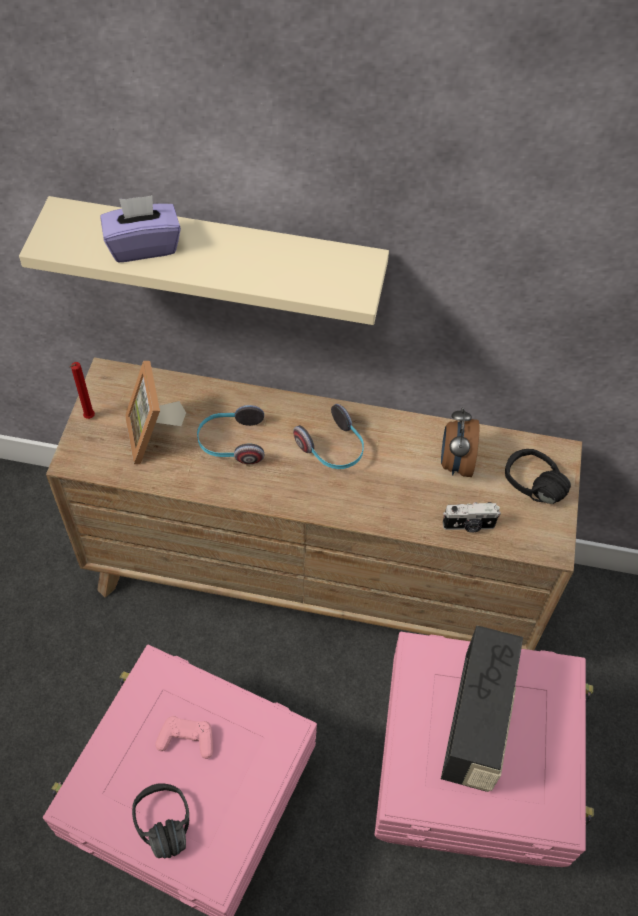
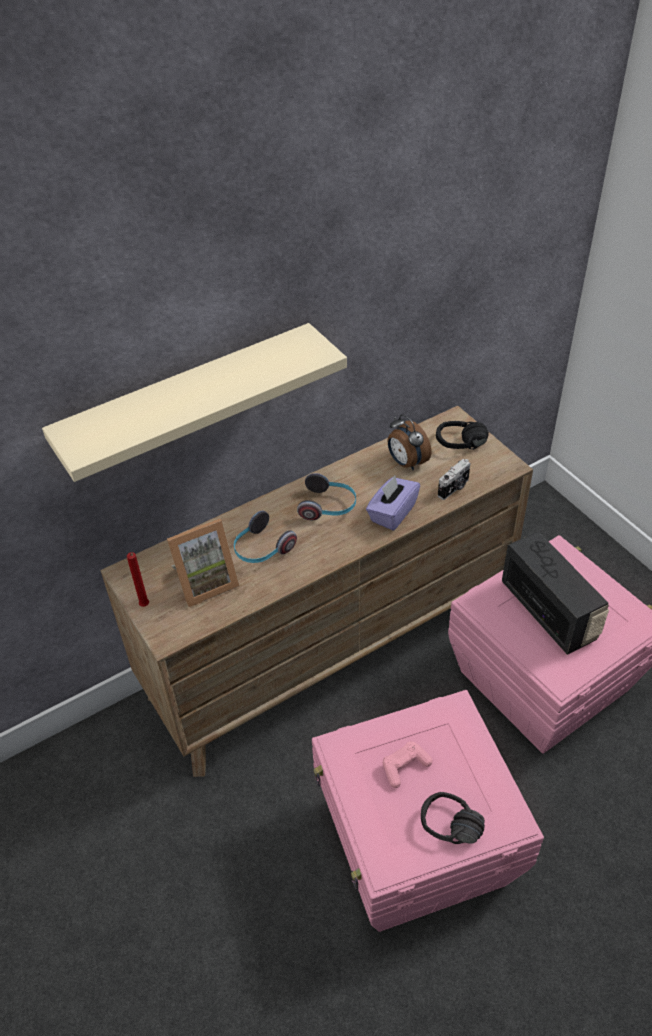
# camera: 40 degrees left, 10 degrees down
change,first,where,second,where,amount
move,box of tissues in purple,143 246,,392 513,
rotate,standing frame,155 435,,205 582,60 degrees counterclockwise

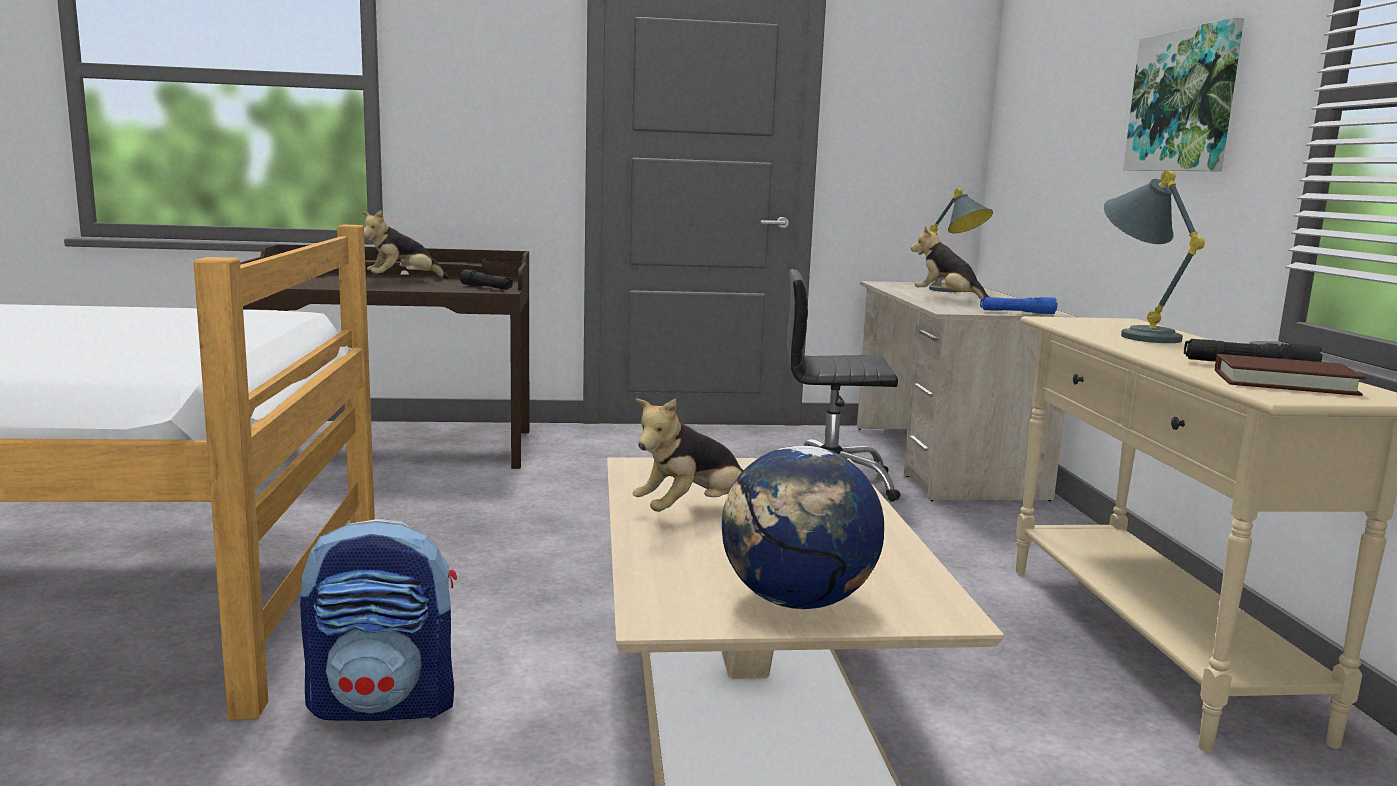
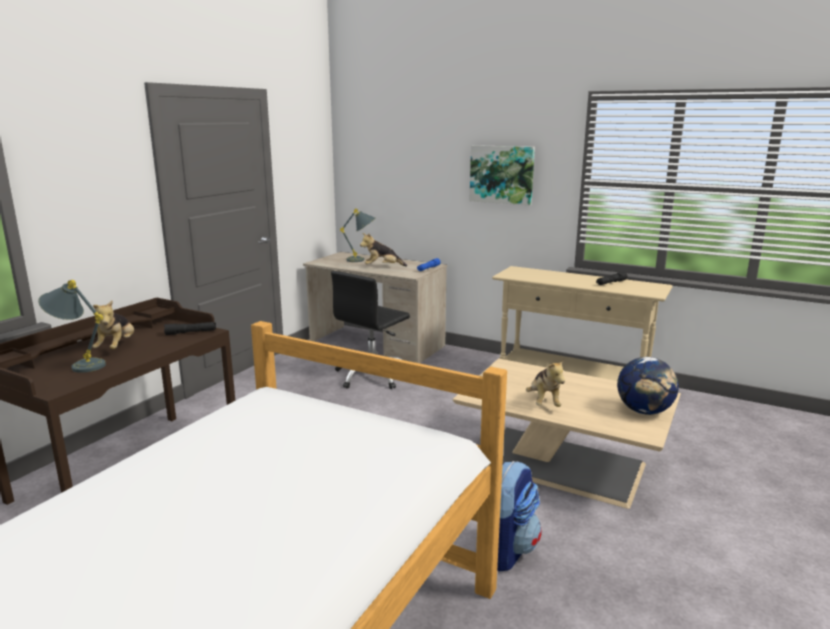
# camera: 55 degrees left, 5 degrees up
change,first,where,second,where,amount
delete,volume in brownish,1284 382,,,
move,tabletop lamp in gray,1135 335,,79 365,

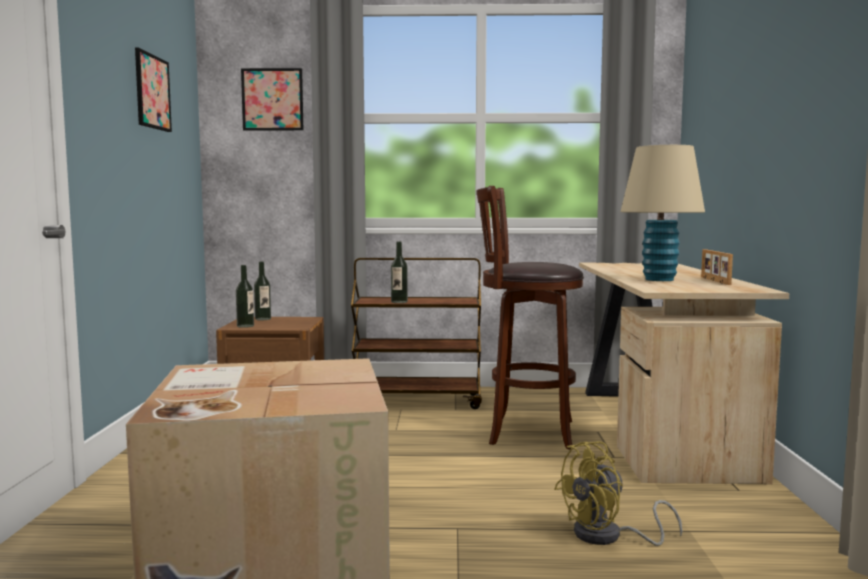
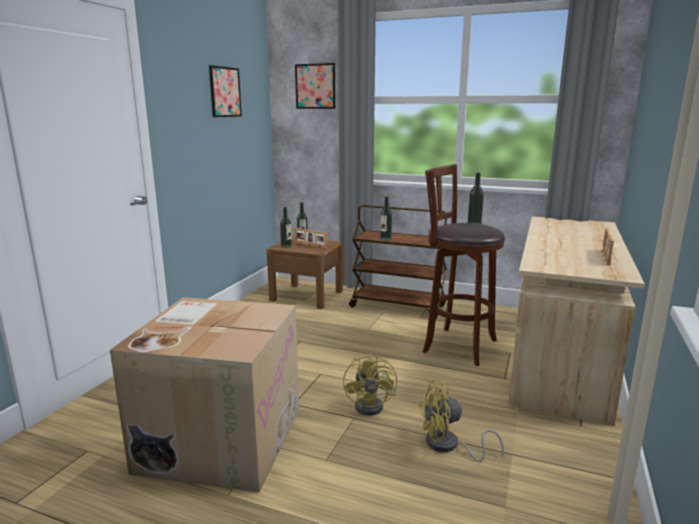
# camera: 20 degrees right, 10 degrees up
change,first,where,second,where,amount
delete,tabletop lamp in beige,659 279,,,
insert,,,standing frame,310 245,
insert,,,fan in yellow-coloured,373 405,
insert,,,drink bottle,474 224,

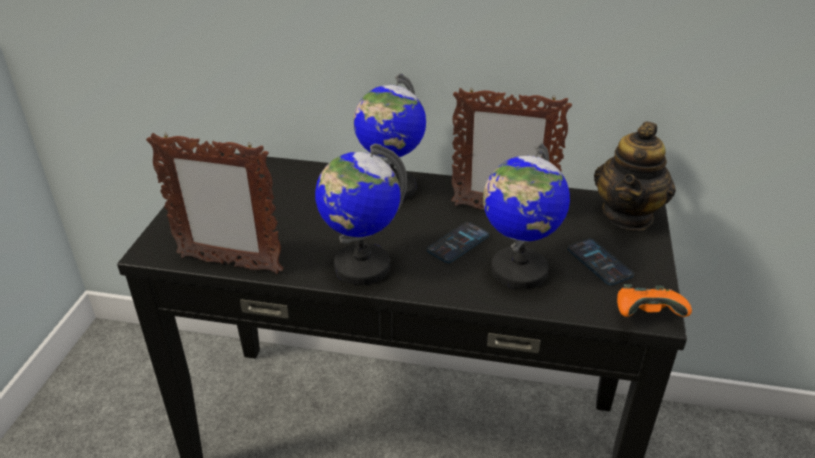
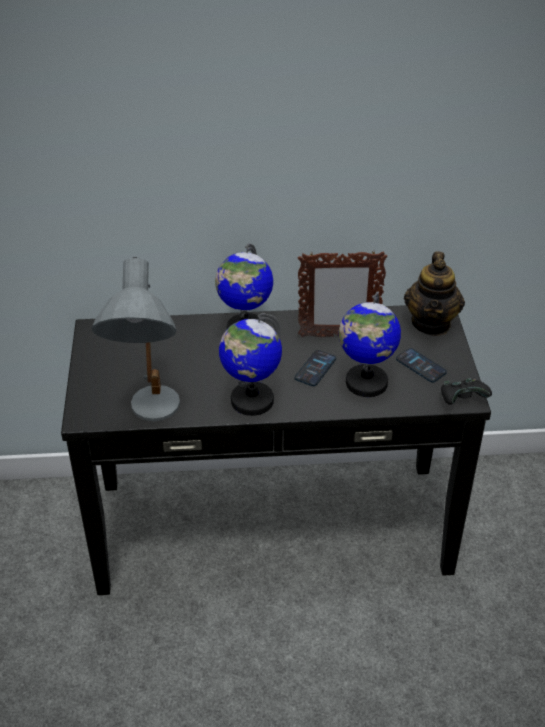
# camera: 15 degrees left, 5 degrees up
change,first,where,second,where,amount
replace,standing frame,229 264,tabletop lamp in gray,150 417,
recolor,gamepad in orangey,646 315,gamepad in black,462 400,

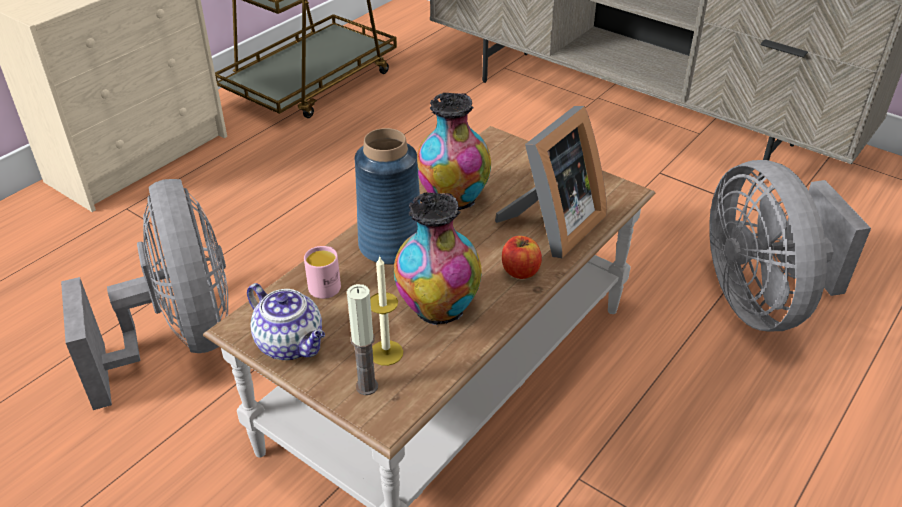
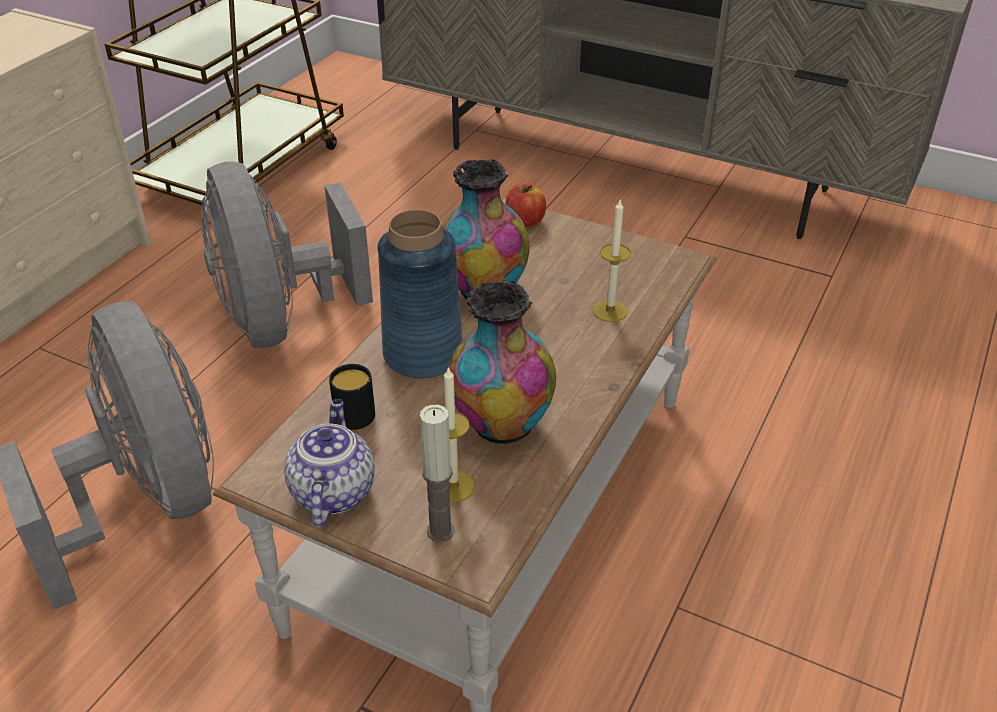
# camera: 10 degrees left, 0 degrees up
change,first,where,second,where,amount
move,apple fruit,520 271,,525 221,
move,fan in gray,760 301,,282 320,
replace,standing frame,552 227,wax candle,610 311,
recolor,tea mug in pink-coloured,327 284,tea mug in black,356 411,
rotate,tea pot,291 344,,332 491,120 degrees counterclockwise

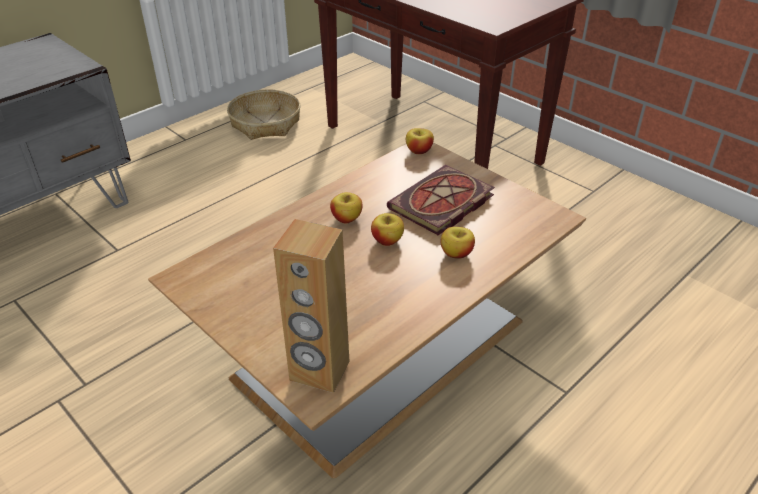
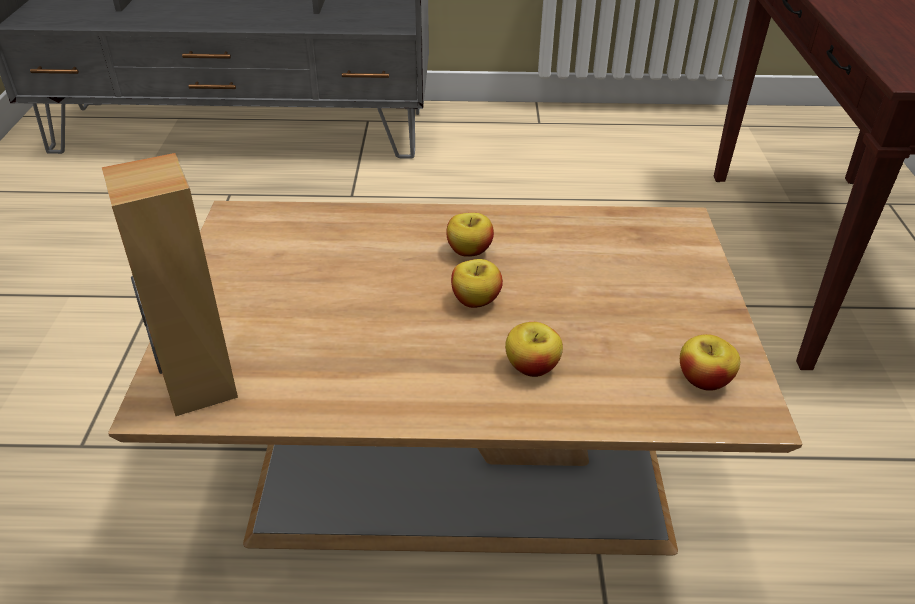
# camera: 45 degrees right, 0 degrees up
change,first,where,second,where,amount
delete,household basket,266 123,,,
delete,volume,441 204,,,
move,apple fruit,419 151,,703 380,

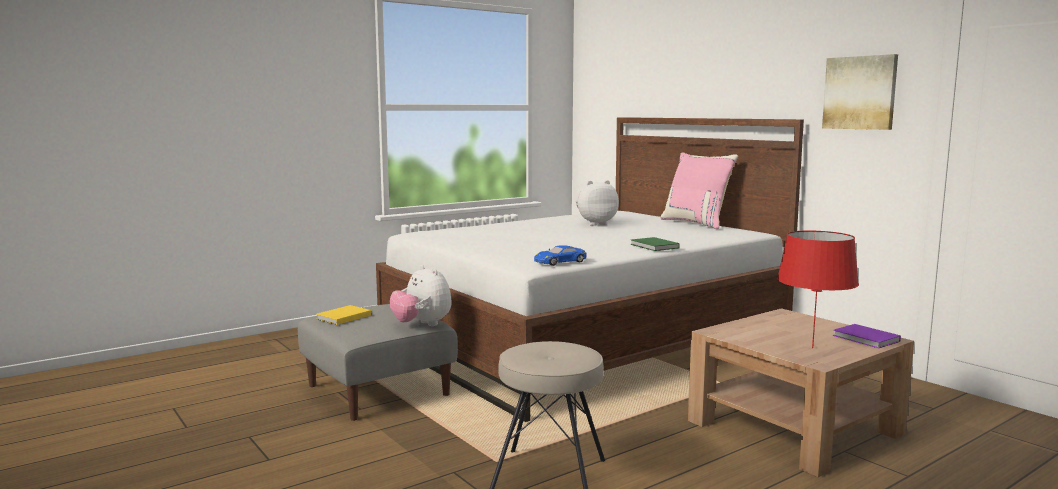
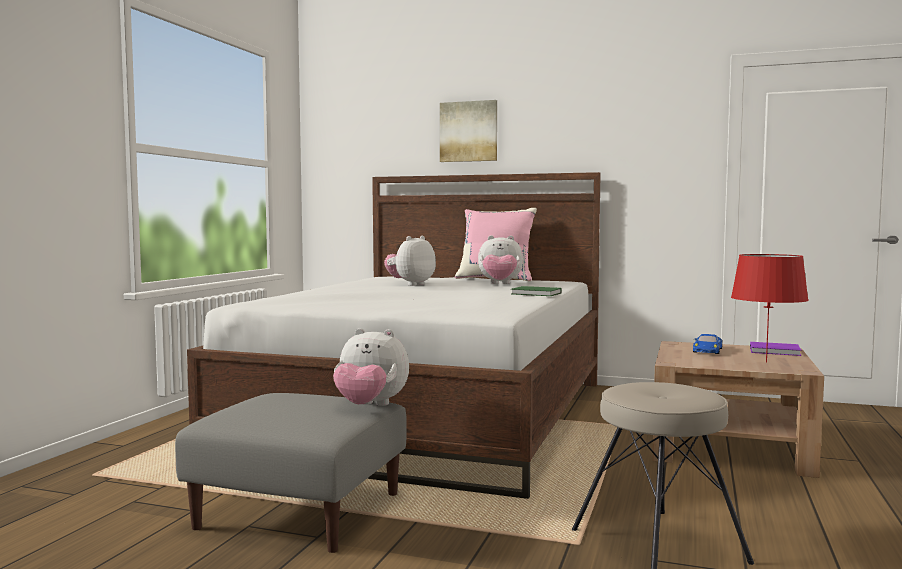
# camera: 35 degrees left, 5 degrees down
change,first,where,second,where,amount
delete,volume in yellow-coloured,342 317,,,
insert,,,soft toy,500 284,
move,model car in blue-coloured,560 262,,707 350,
move,picture,860 93,,468 131,

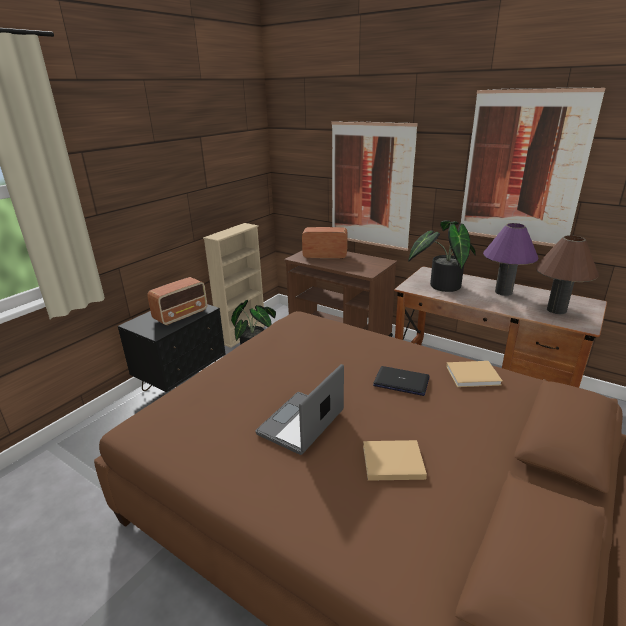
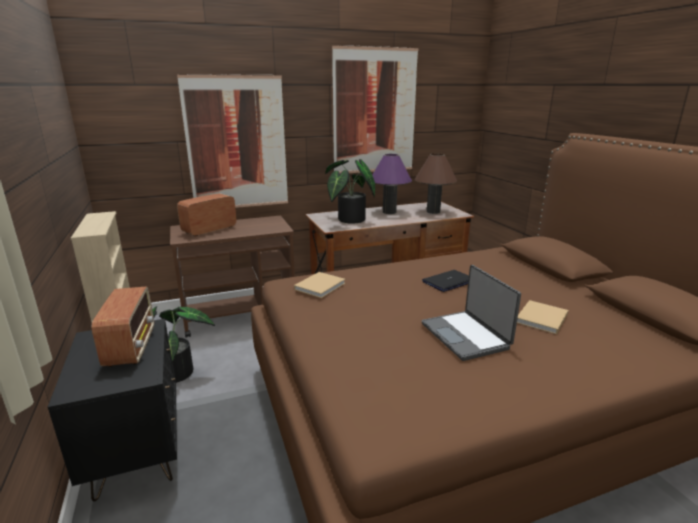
# camera: 55 degrees left, 5 degrees down
change,first,where,second,where,amount
move,volume in beige,474 375,,321 286,

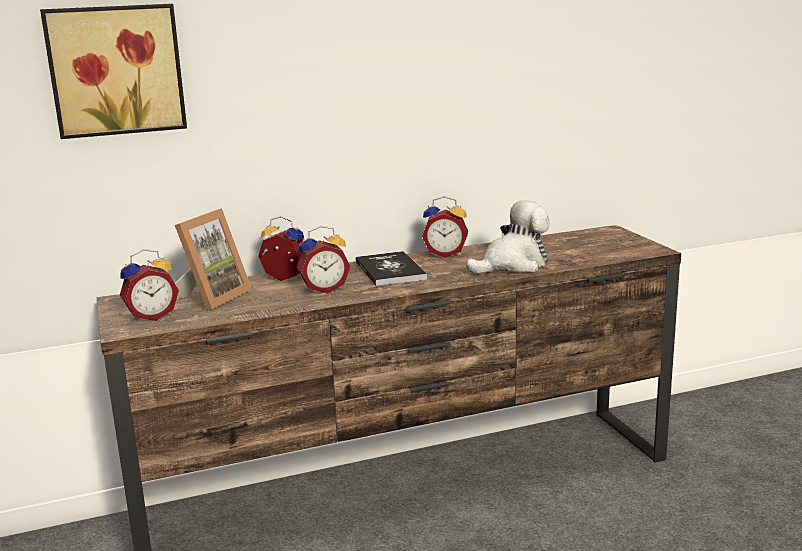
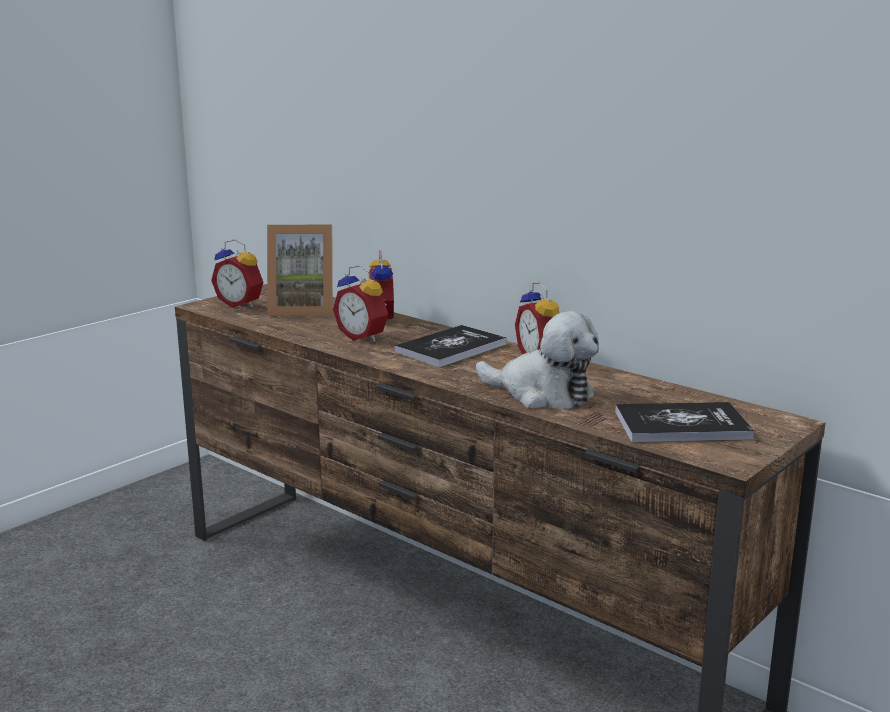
# camera: 60 degrees right, 0 degrees up
change,first,where,second,where,amount
delete,picture,116 70,,,
insert,,,volume,681 425,

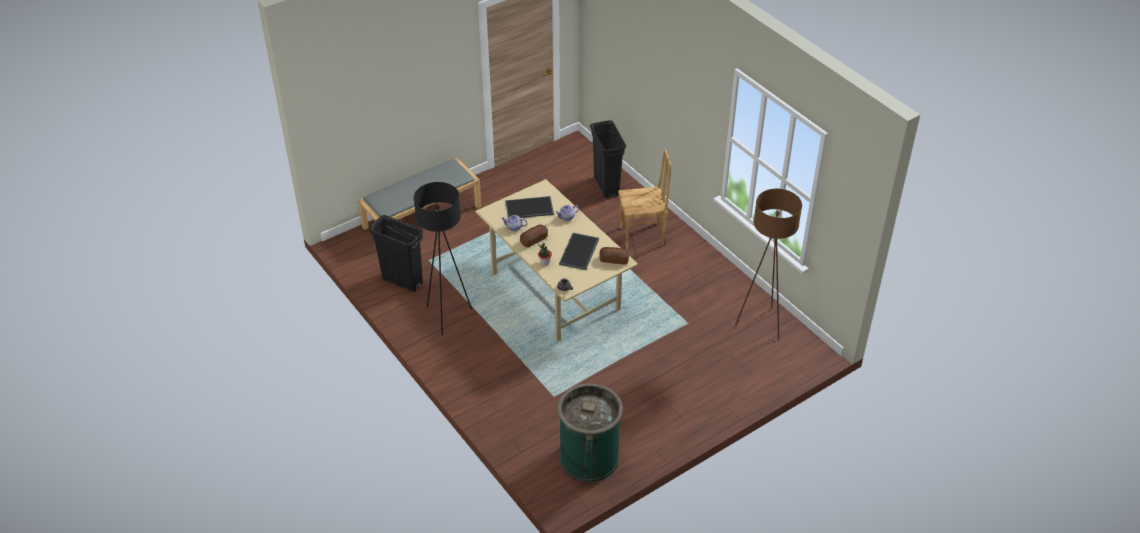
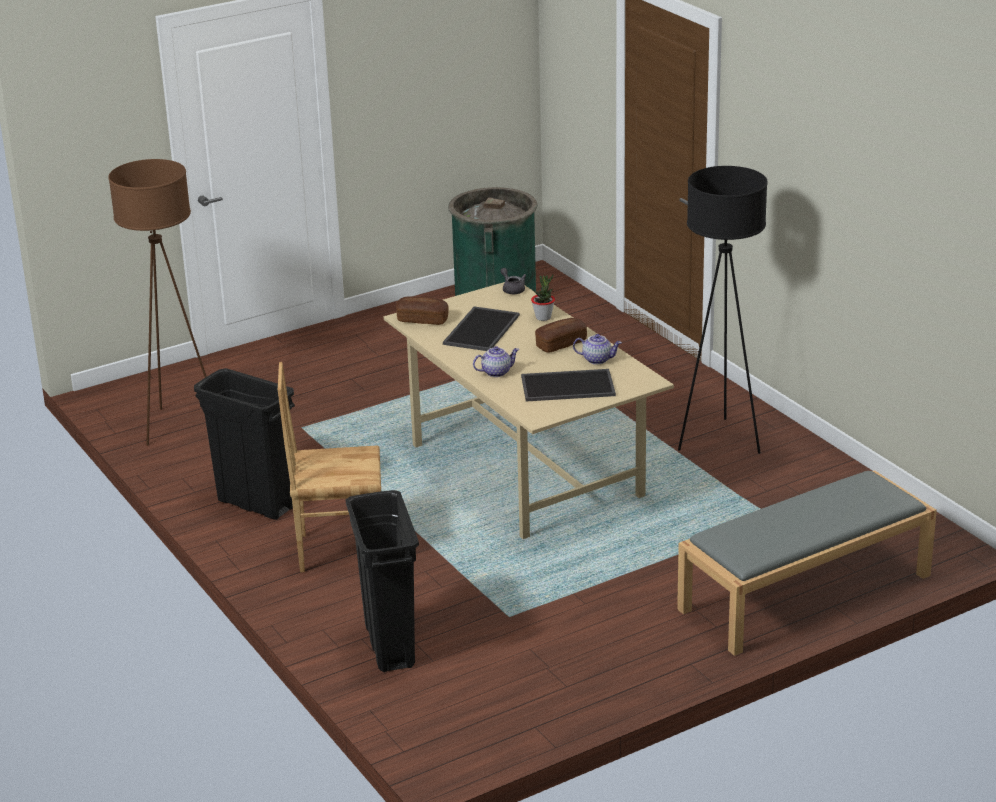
# camera: 175 degrees left, 15 degrees down
change,first,where,second,where,amount
move,rubbish bin in black,402 281,,254 504,

